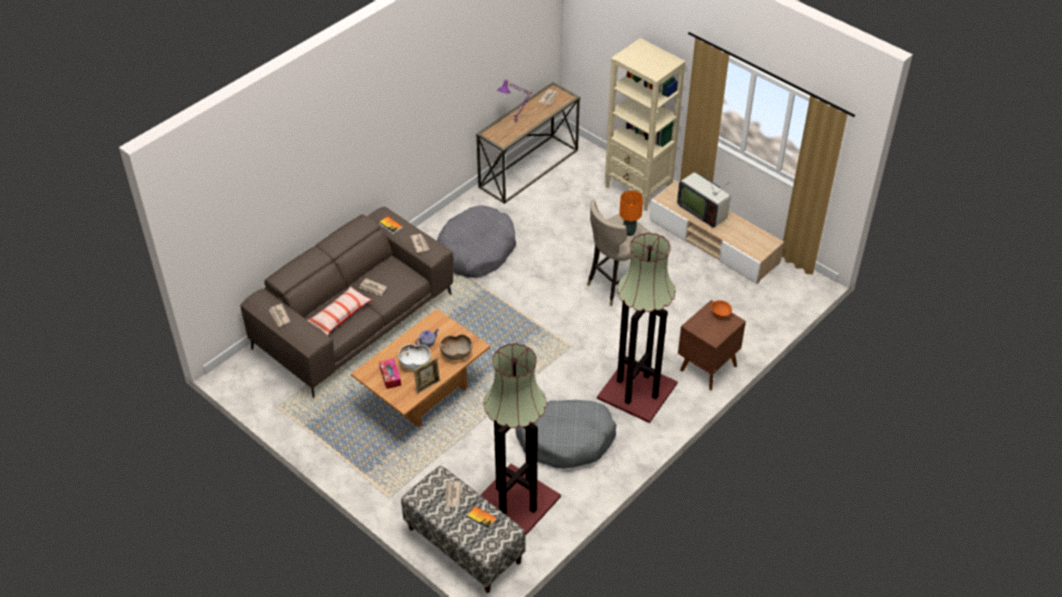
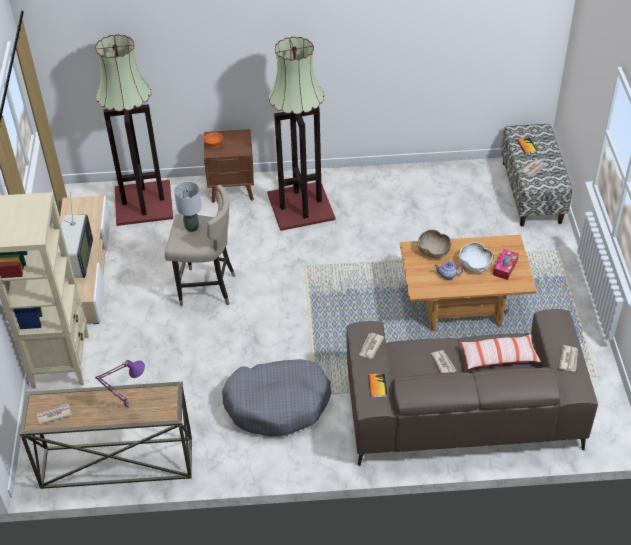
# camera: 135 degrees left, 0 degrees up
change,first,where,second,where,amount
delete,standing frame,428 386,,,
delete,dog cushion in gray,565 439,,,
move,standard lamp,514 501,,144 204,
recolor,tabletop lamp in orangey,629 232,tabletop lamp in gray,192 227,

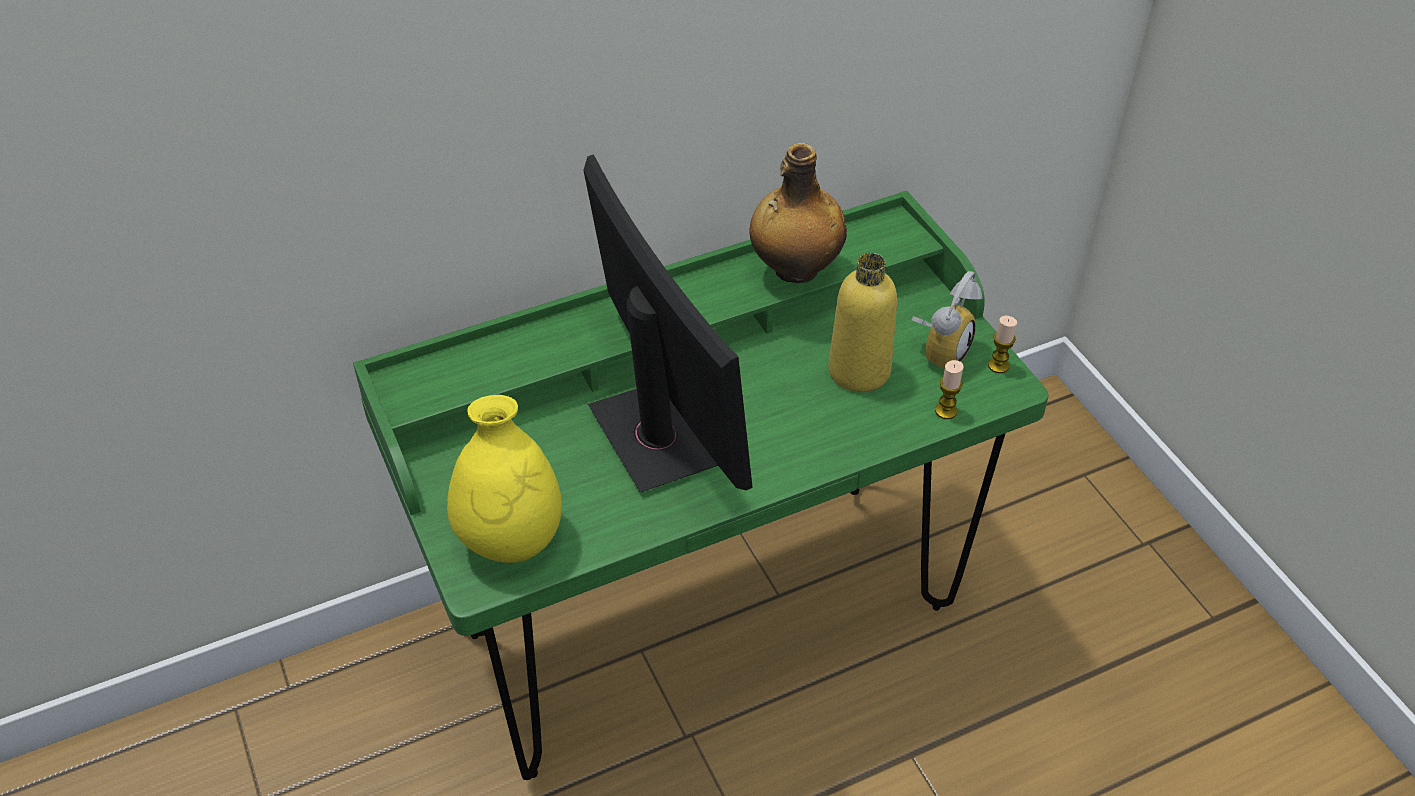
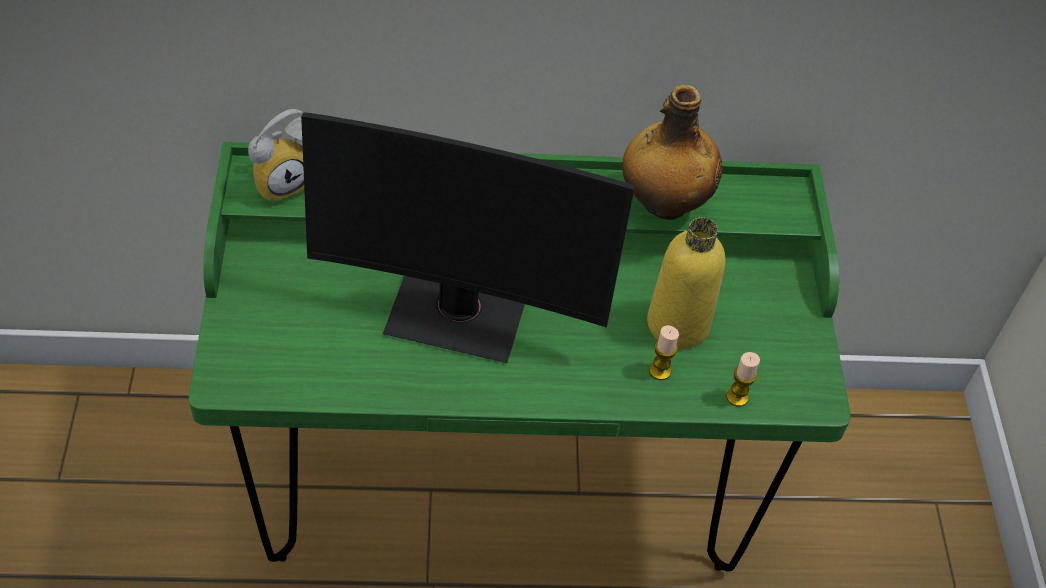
# camera: 20 degrees right, 5 degrees up
change,first,where,second,where,amount
delete,flower vase in yellow-coloured,511 539,,,
move,bedside clock,940 350,,283 181,
move,wax candle,998 365,,659 371,
rotate,computer display,659 435,,458 311,105 degrees clockwise

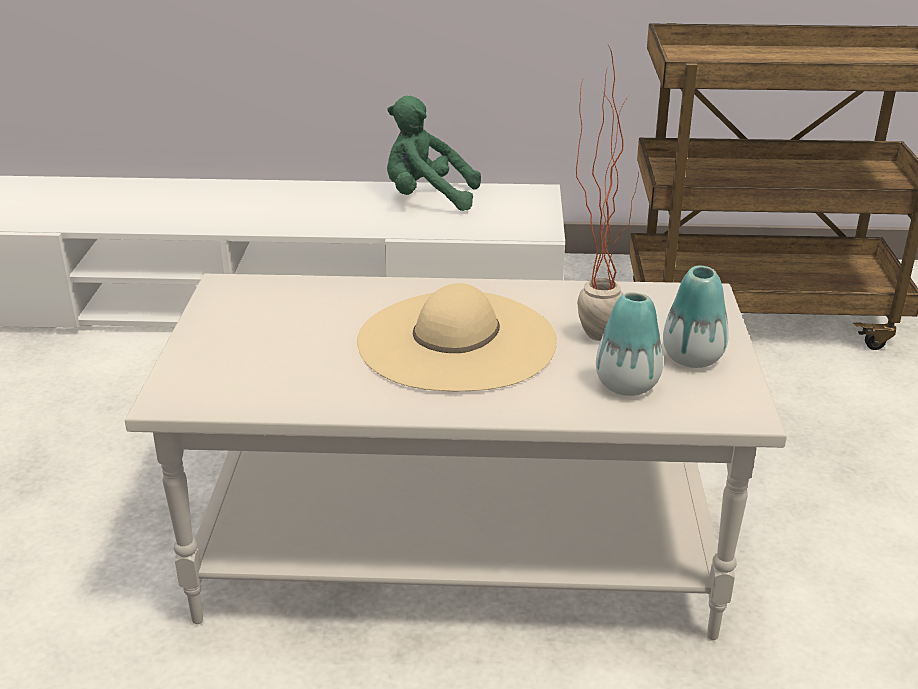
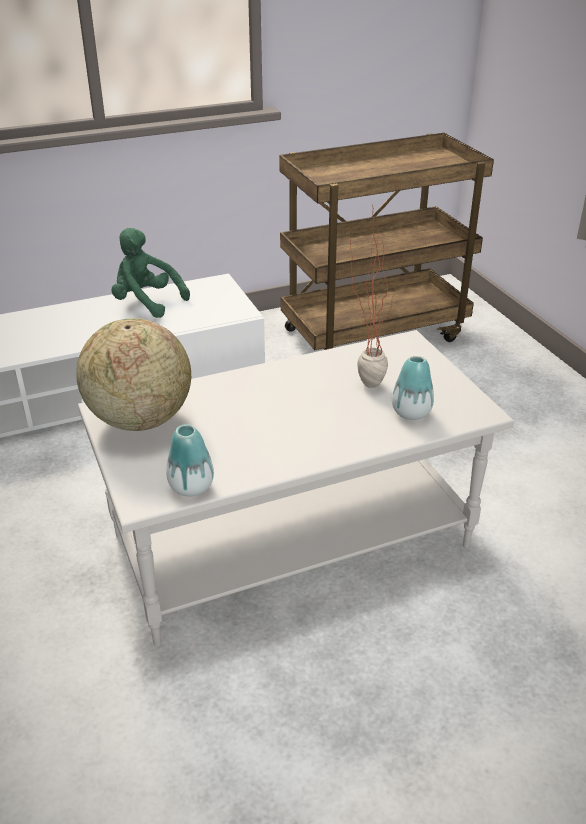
# camera: 25 degrees left, 5 degrees up
change,first,where,second,where,amount
delete,hat in beige,457 341,,,
insert,,,world globe,139 419,
move,flower vase,692 358,,191 487,
rotate,soft toy in green,427 198,,146 302,45 degrees clockwise

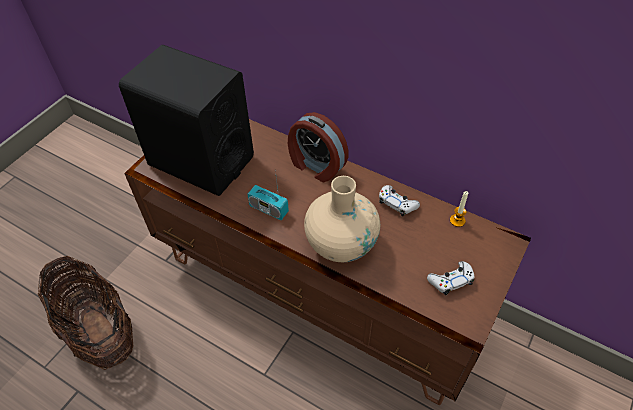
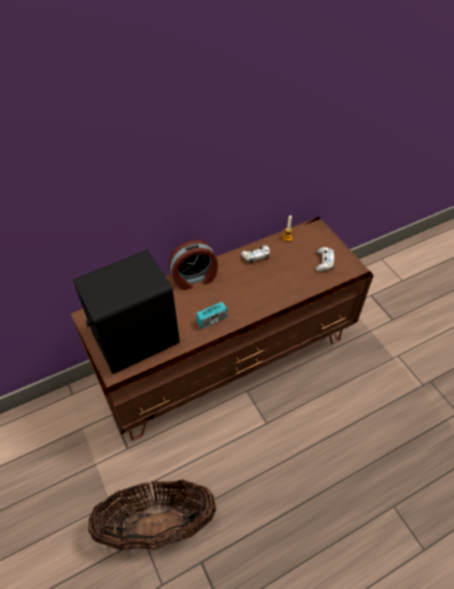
# camera: 60 degrees left, 0 degrees up
change,first,where,second,where,amount
delete,flower vase in beige,341 243,,,

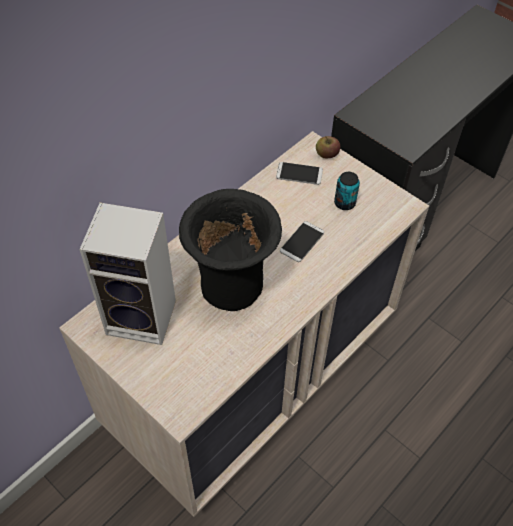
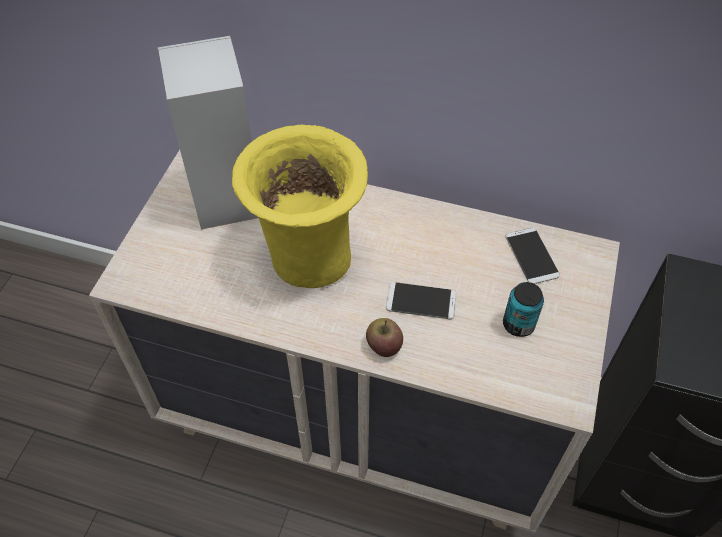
# camera: 65 degrees right, 0 degrees up
change,first,where,second,where,amount
move,apple fruit,326 155,,384 346,
recolor,flower vase in black,233 289,flower vase in yellow-coloured,308 261,

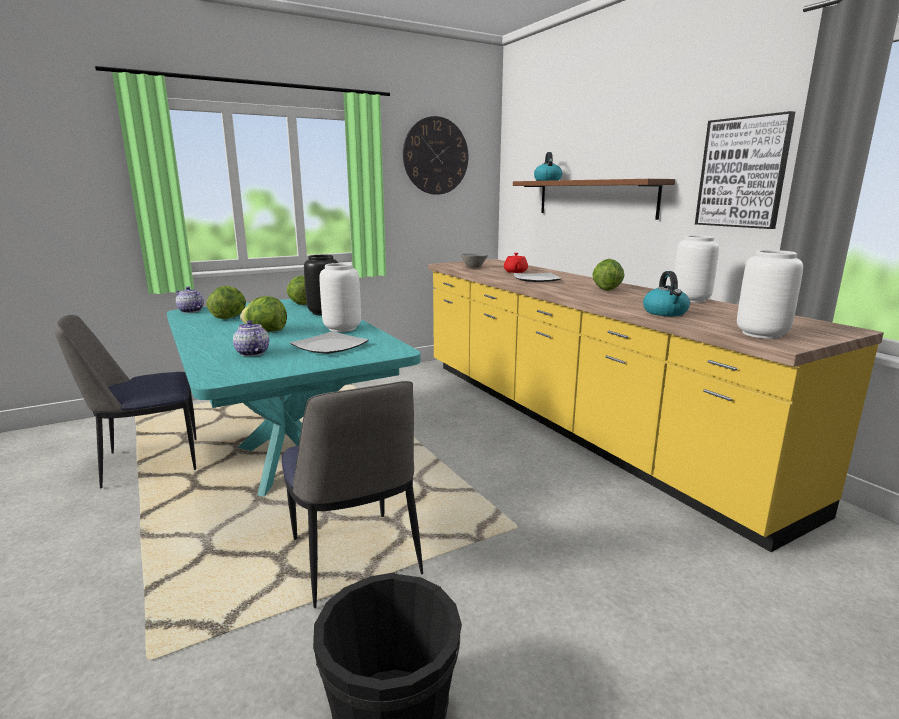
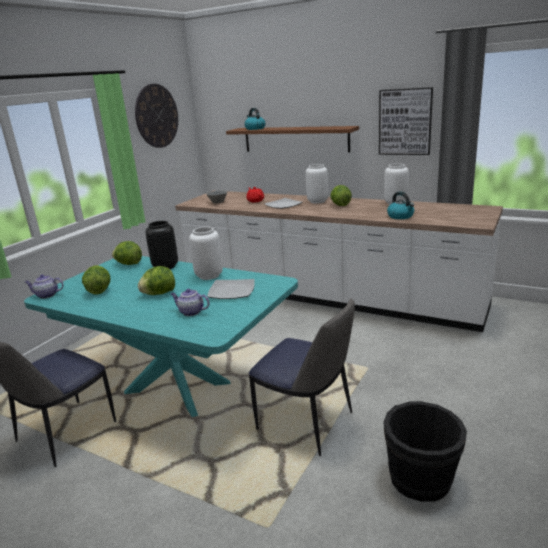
# camera: 30 degrees left, 5 degrees up
change,first,where,second,where,amount
move,flower vase in white-coloured,760 334,,317 201,
recolor,kitchen base unit in yellow-coloured,574 422,kitchen base unit in white-coloured,326 296,

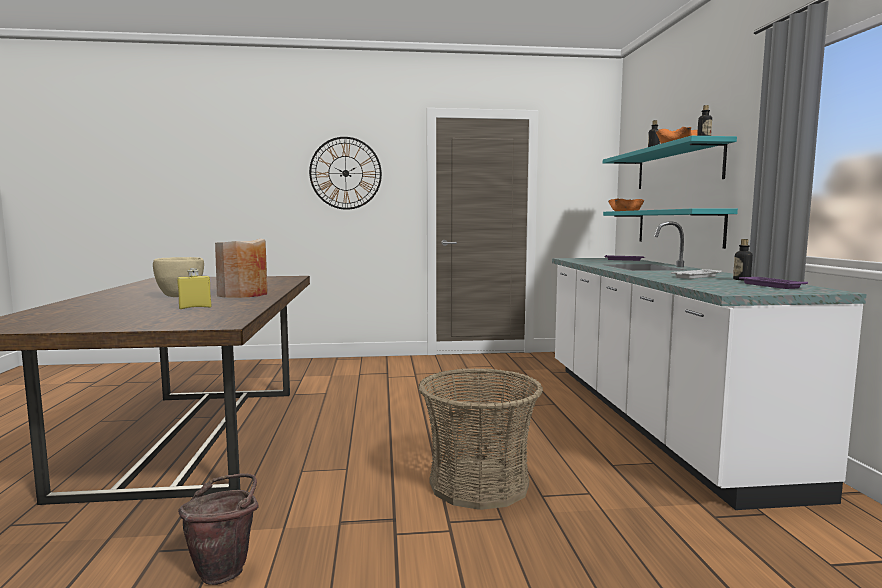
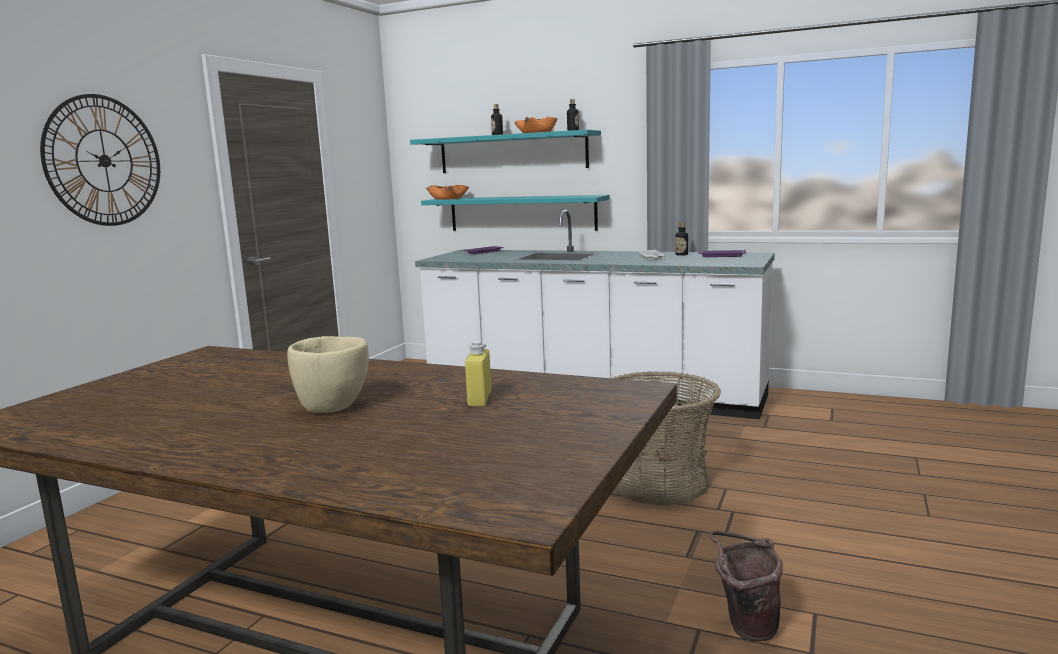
# camera: 60 degrees left, 5 degrees up
change,first,where,second,where,amount
delete,flower vase in beige,243 294,,,

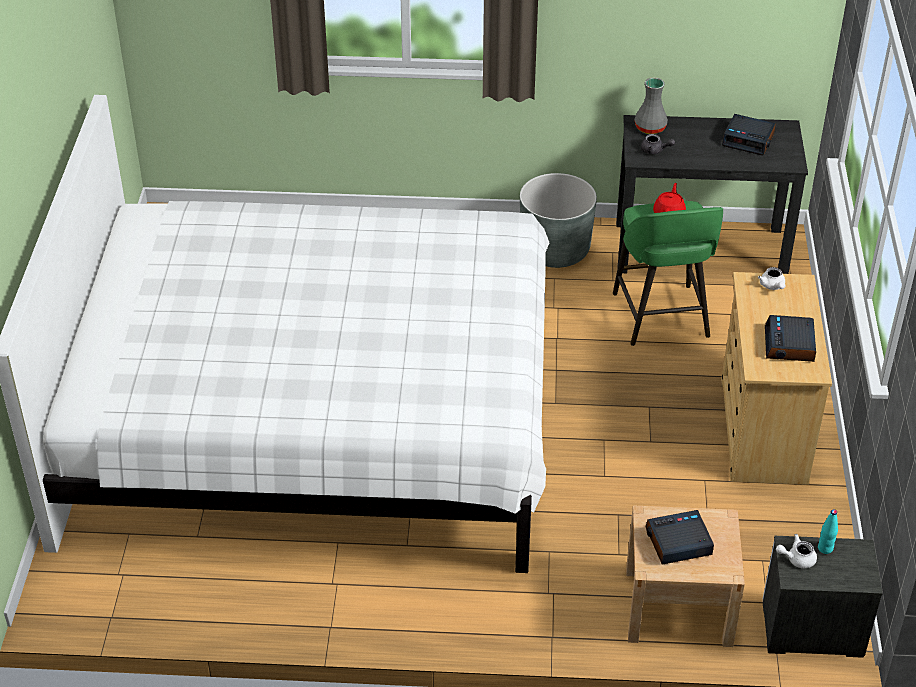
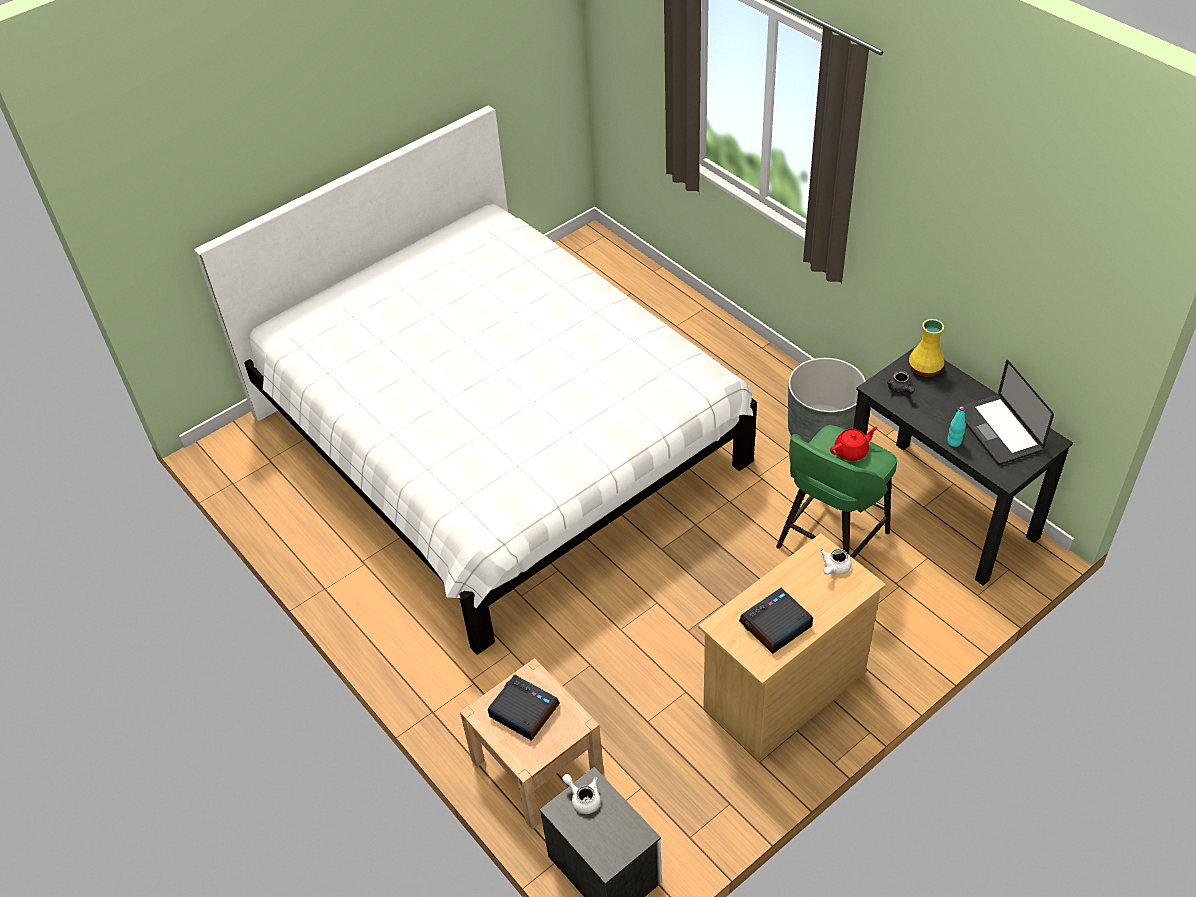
# camera: 50 degrees right, 5 degrees up
change,first,where,second,where,amount
move,drink bottle in blue-green,825 548,,954 442,
replace,bedside clock,749 139,notebook computer,998 431,
recolor,flower vase in gray,650 128,flower vase in yellow-coloured,924 368,

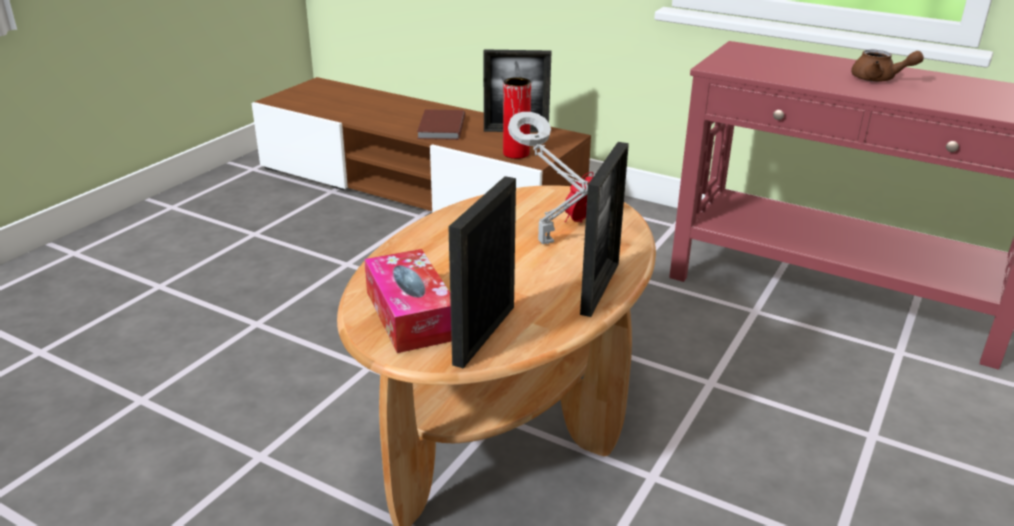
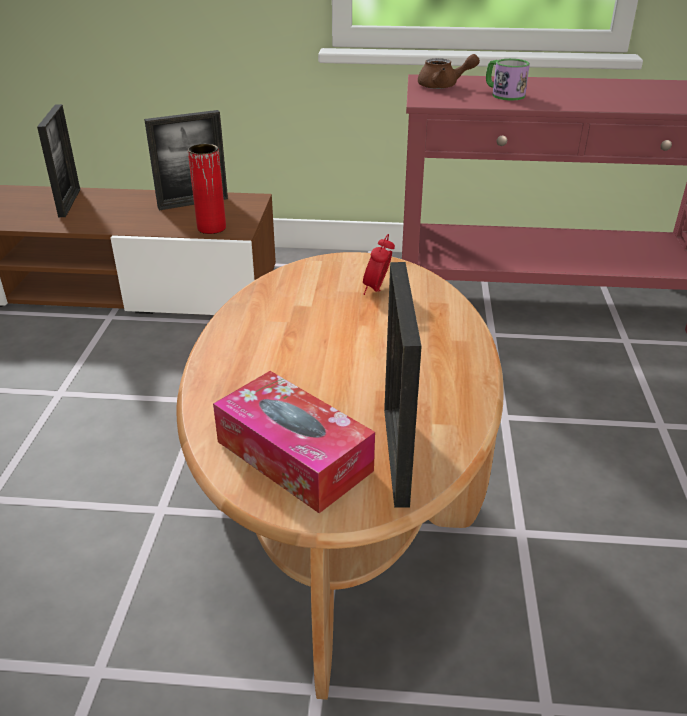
# camera: 25 degrees left, 5 degrees up
change,first,where,second,where,amount
delete,volume in brownish,440 128,,,
delete,tabletop lamp in gray,548 244,,,
insert,,,tea mug,503 94,
move,standing frame,600 288,,69 203,
move,tea pot in brownish,879 79,,443 86,

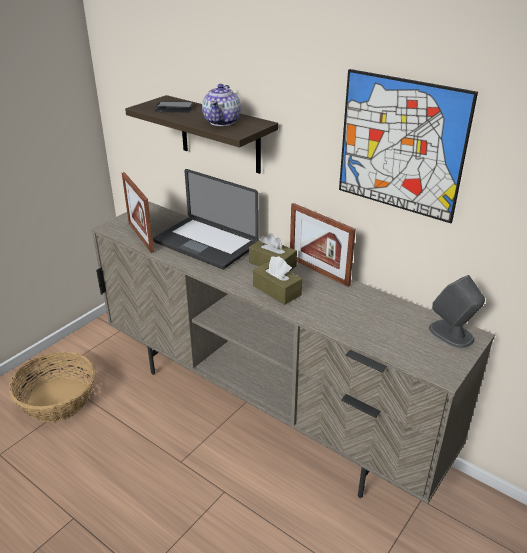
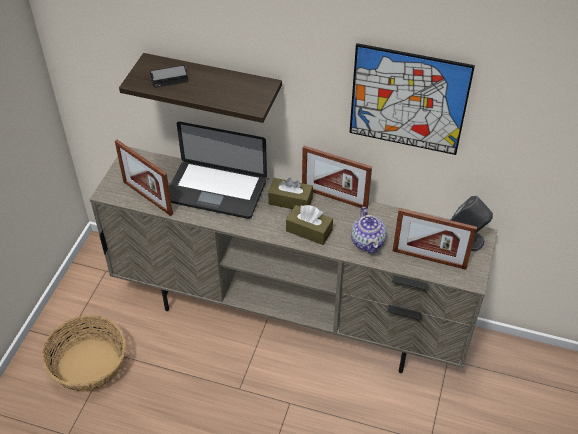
# camera: 20 degrees left, 15 degrees up
change,first,where,second,where,amount
insert,,,standing frame,429 259,
move,tea pot,222 122,,368 241,

